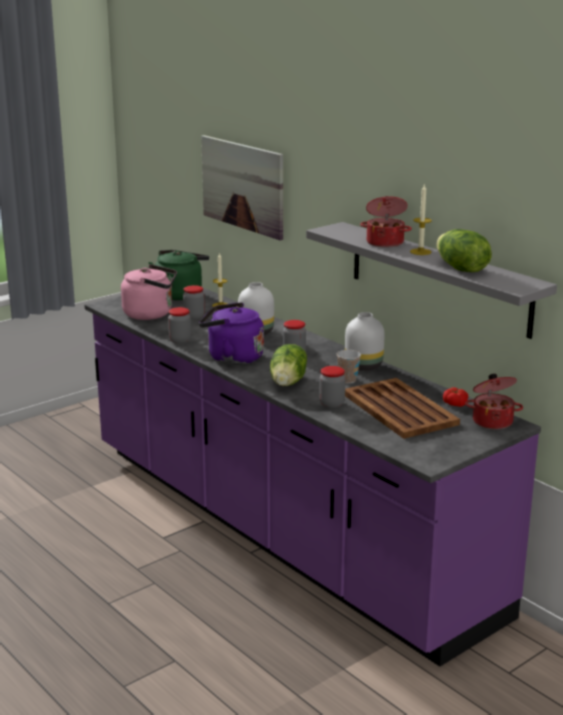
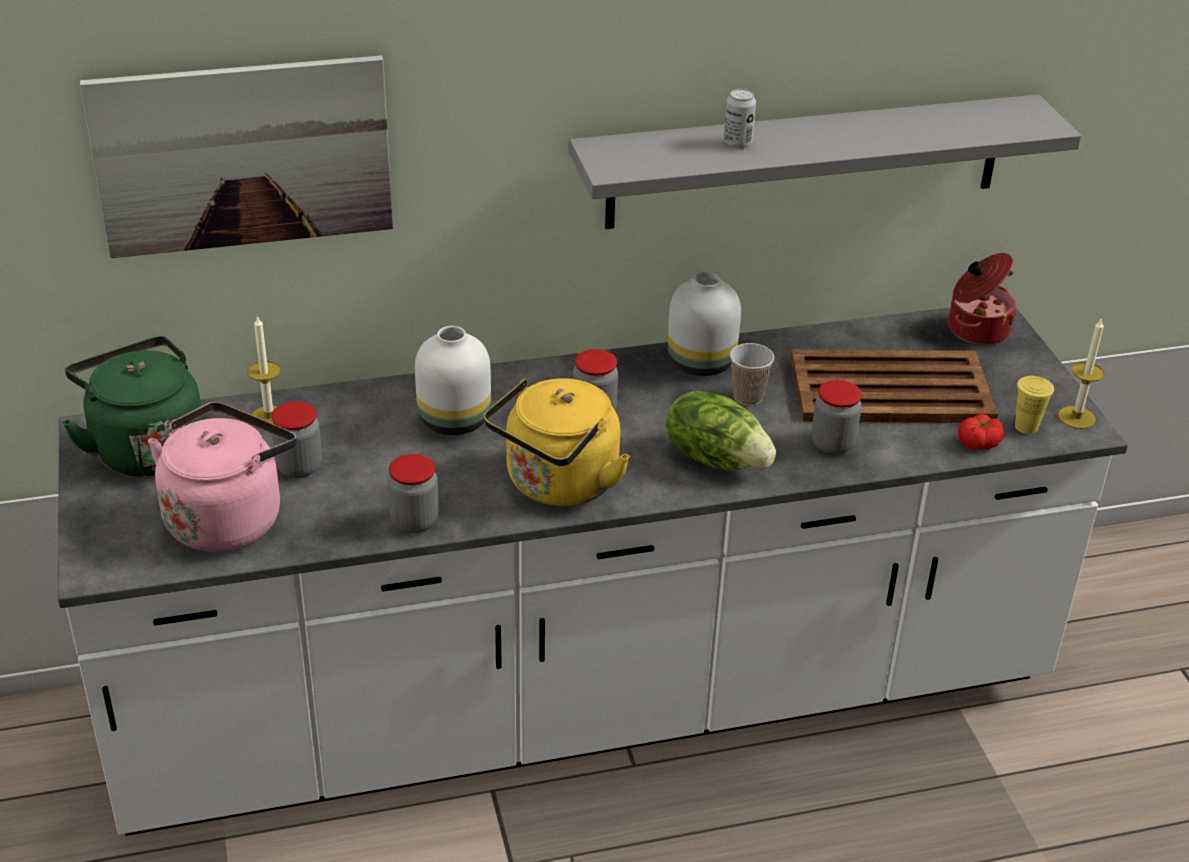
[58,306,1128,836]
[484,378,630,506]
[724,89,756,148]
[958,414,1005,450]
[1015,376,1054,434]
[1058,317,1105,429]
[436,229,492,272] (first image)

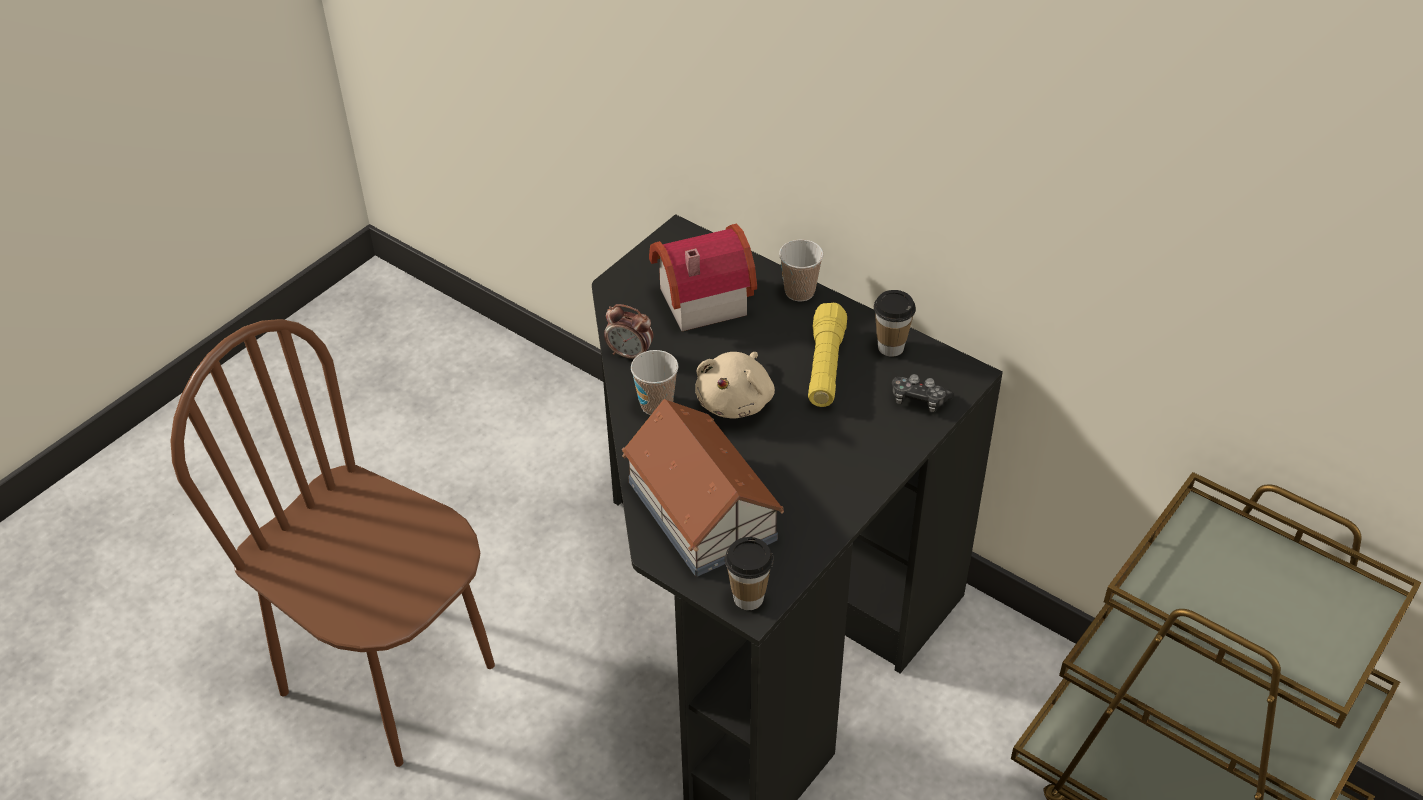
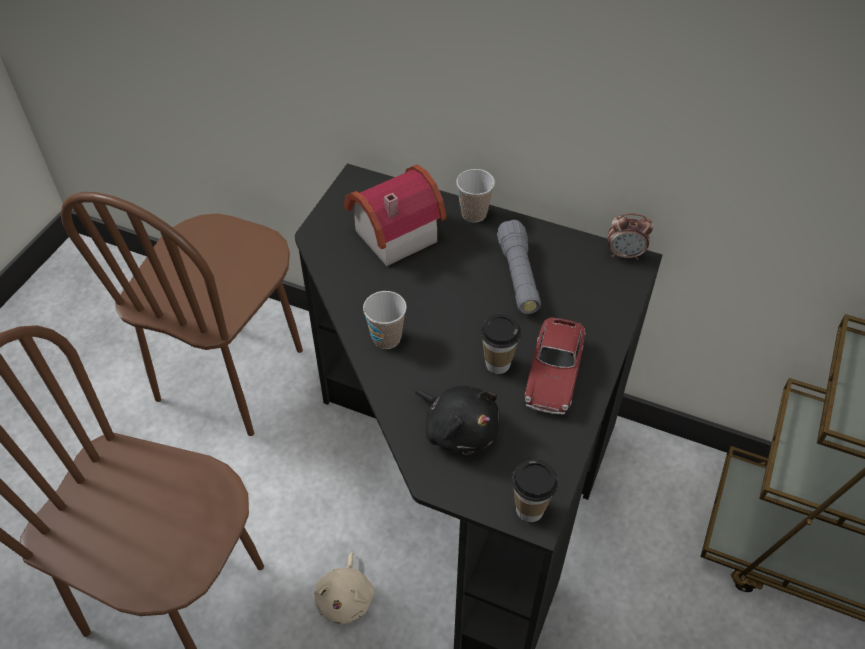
[60,192,303,436]
[314,552,374,624]
[415,386,500,456]
[480,314,521,374]
[497,220,541,314]
[524,318,585,415]
[608,213,654,260]
[892,374,954,412] (first image)

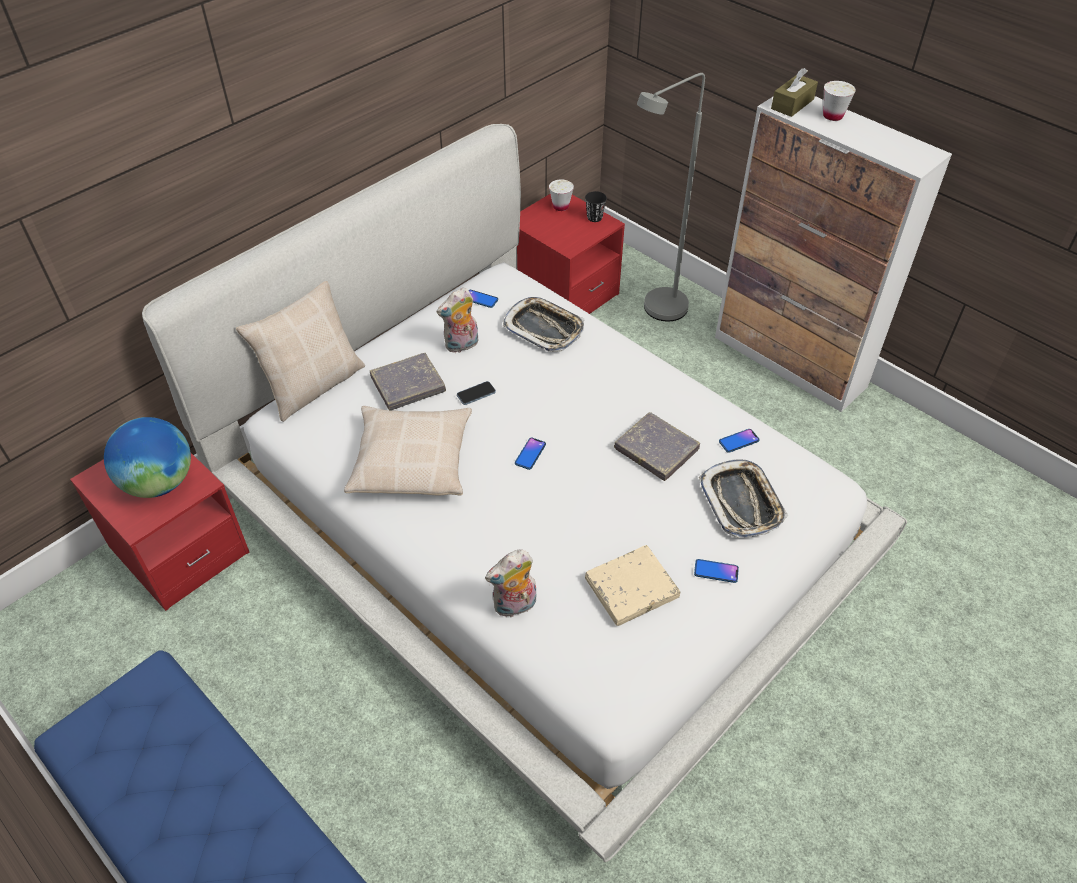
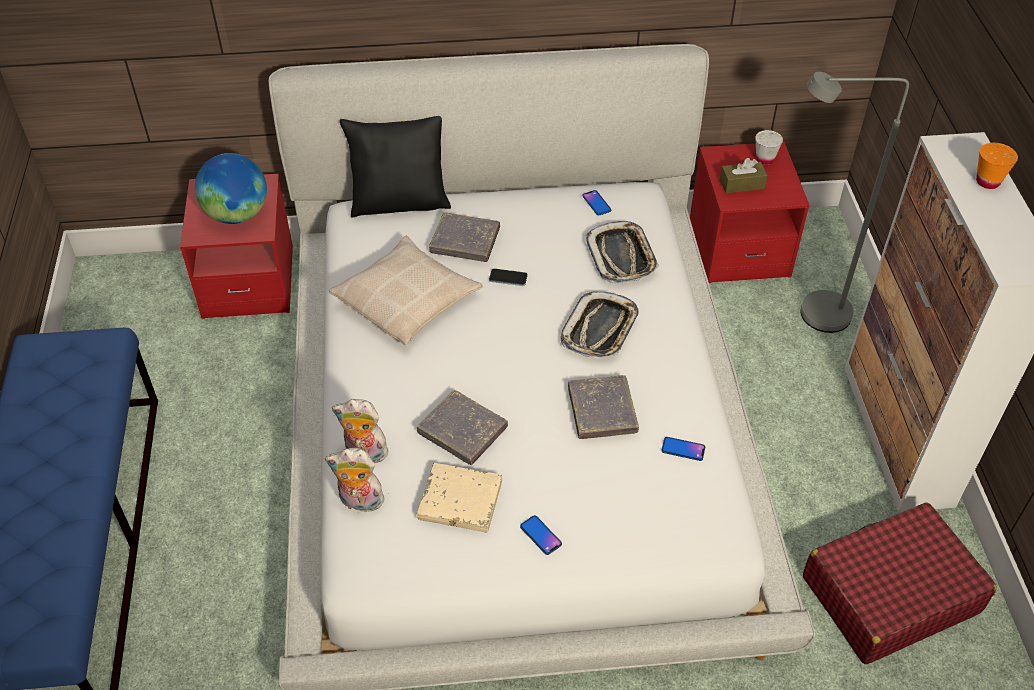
[325,448,387,512]
[340,116,451,218]
[417,389,508,465]
[560,291,639,358]
[720,158,768,193]
[803,503,997,664]
[976,143,1018,189]
[515,438,546,470] (first image)
[585,191,607,222] (first image)

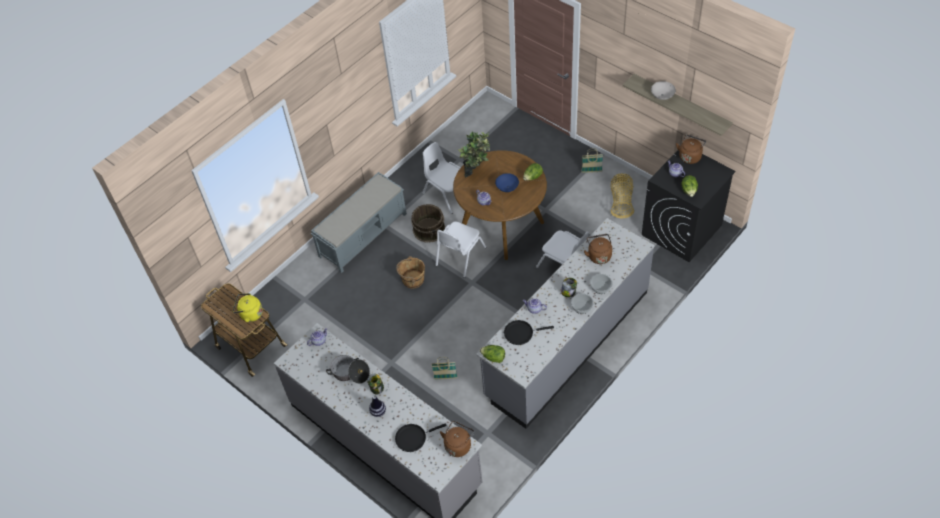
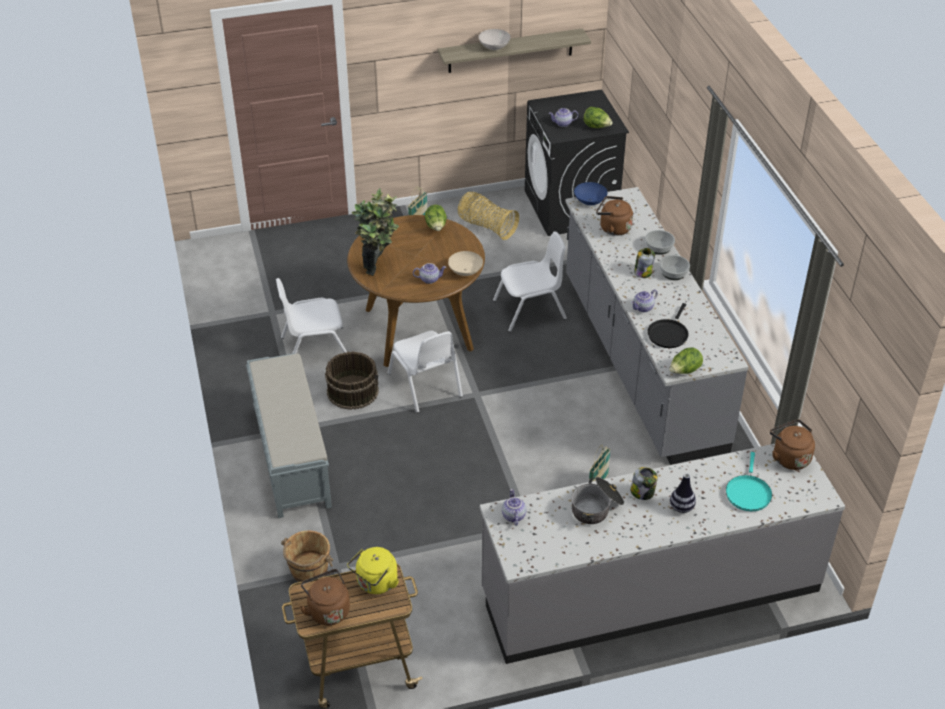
[281,530,333,582]
[300,569,350,625]
[448,251,483,276]
[574,182,608,205]
[726,452,772,511]

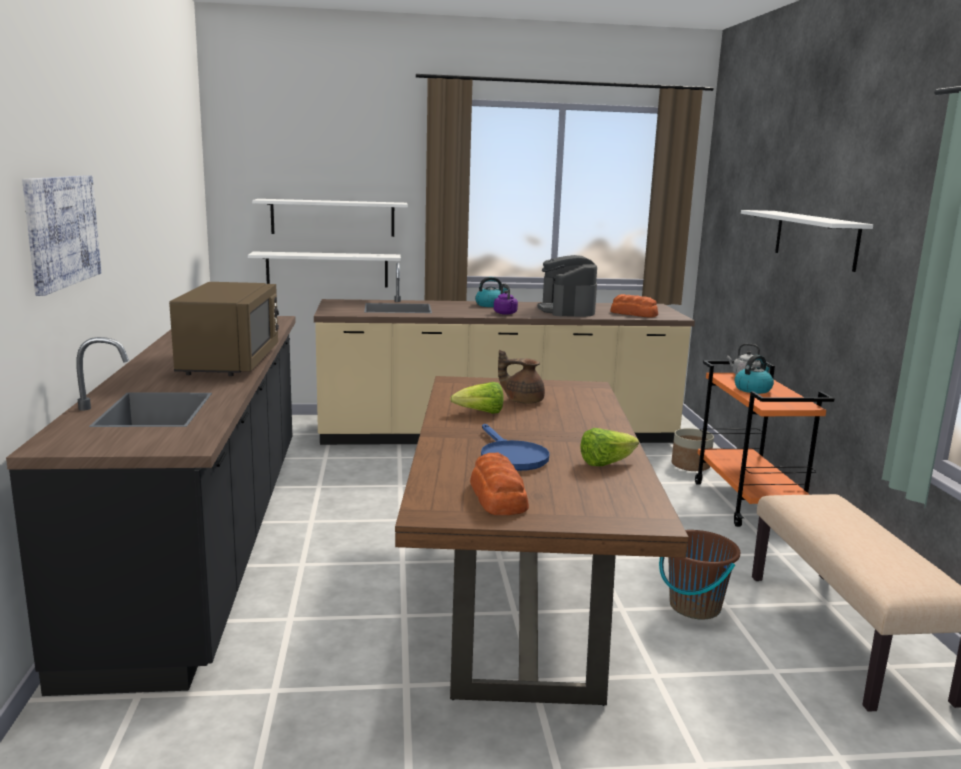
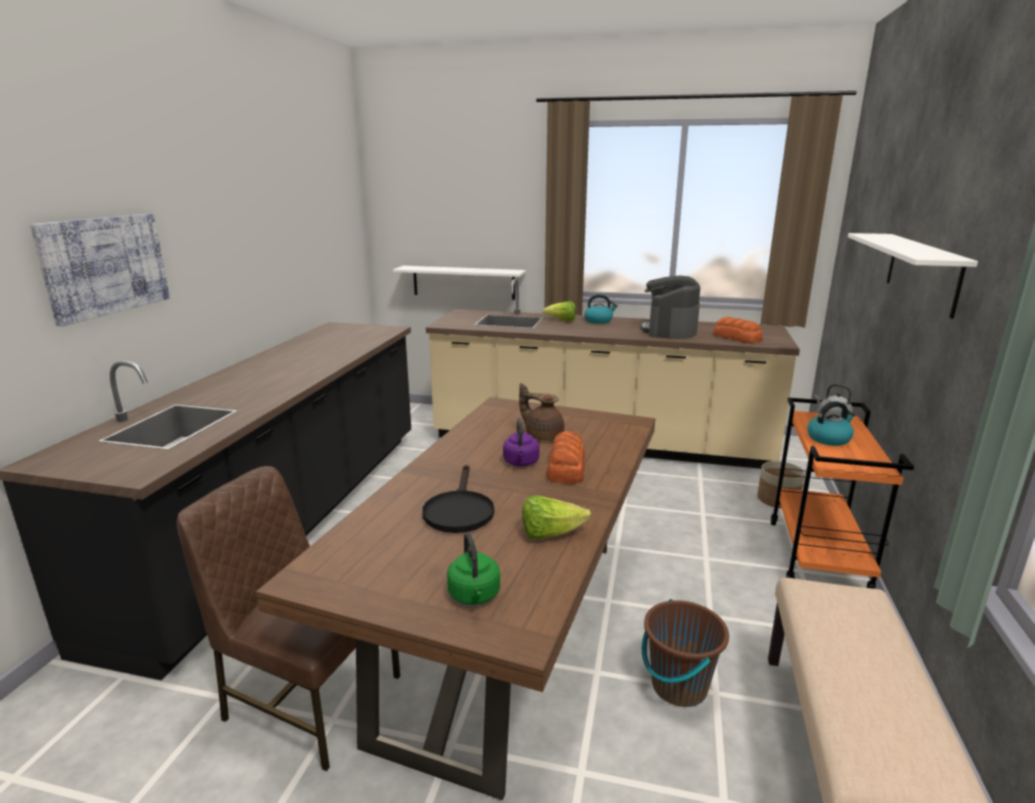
[177,466,400,771]
[422,465,494,533]
[447,533,500,605]
[503,418,540,466]
[543,301,576,321]
[547,431,585,484]
[169,282,279,376] (first image)
[252,199,408,237] (first image)

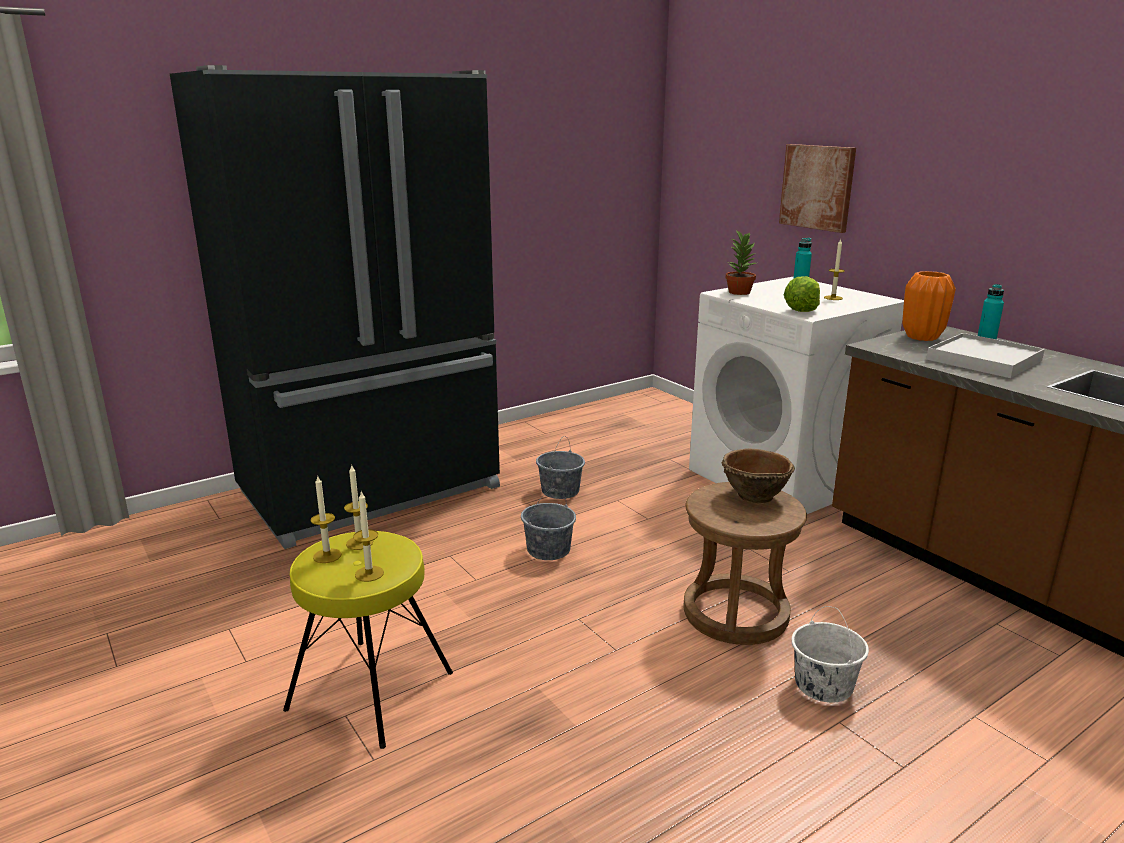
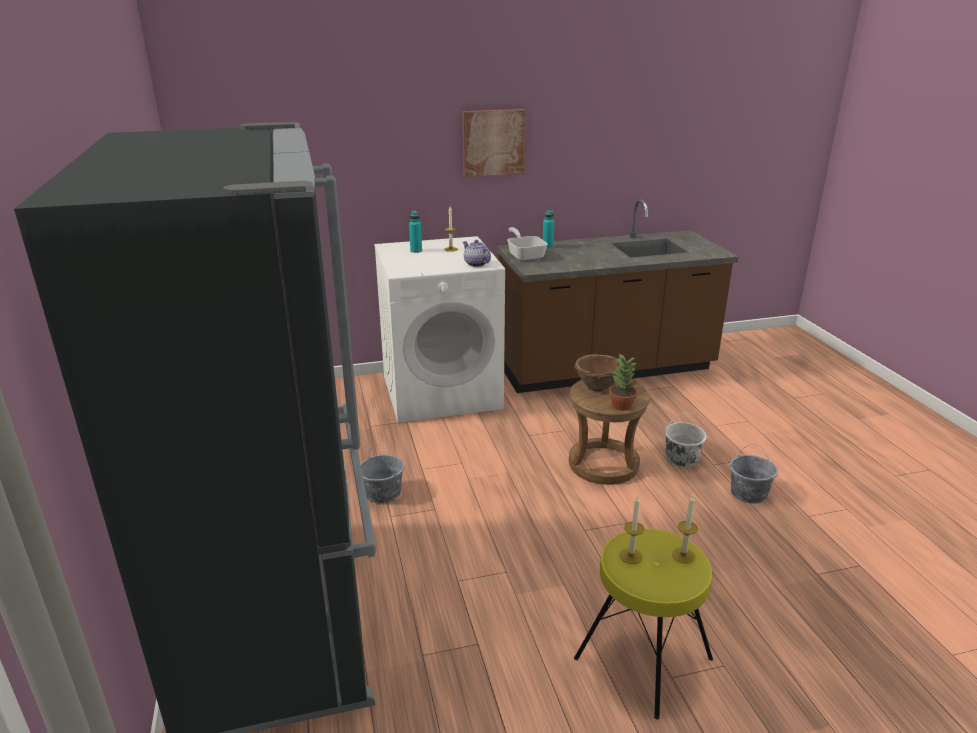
[463,109,526,177]
[463,240,491,267]
[507,227,548,261]
[609,353,637,411]
[730,445,778,504]
[311,476,342,563] (first image)
[926,333,1045,378] (first image)

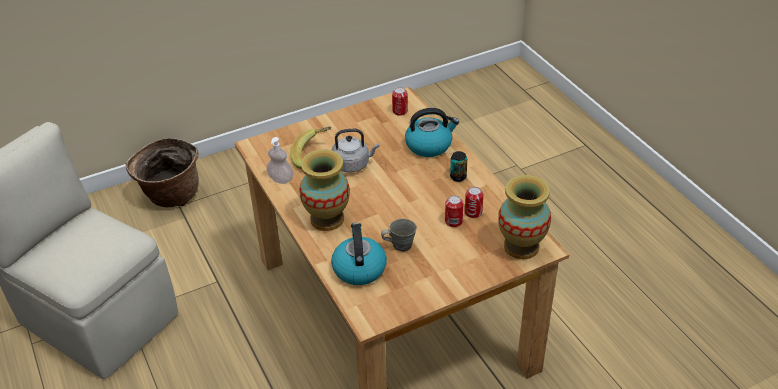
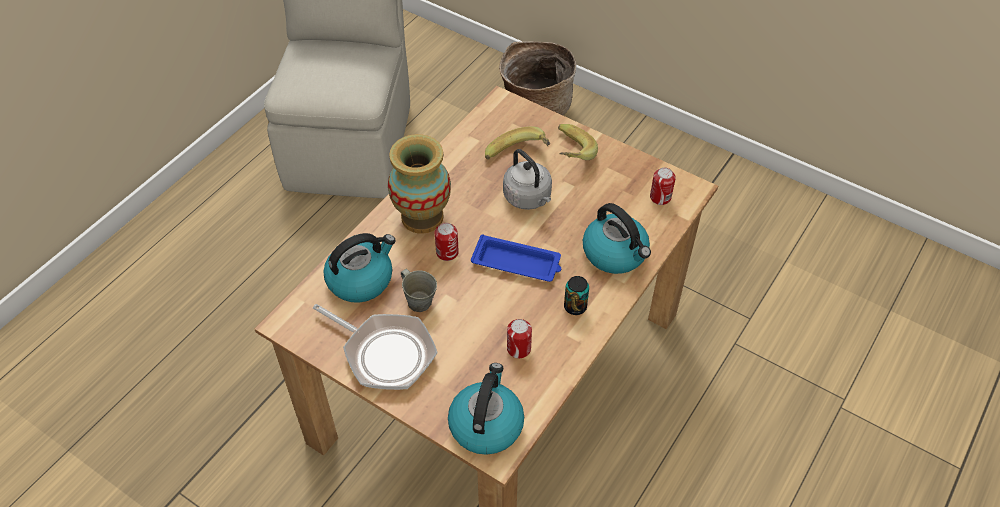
[313,304,438,390]
[435,223,459,261]
[448,363,524,455]
[471,234,561,282]
[558,124,598,160]
[267,137,293,184] (first image)

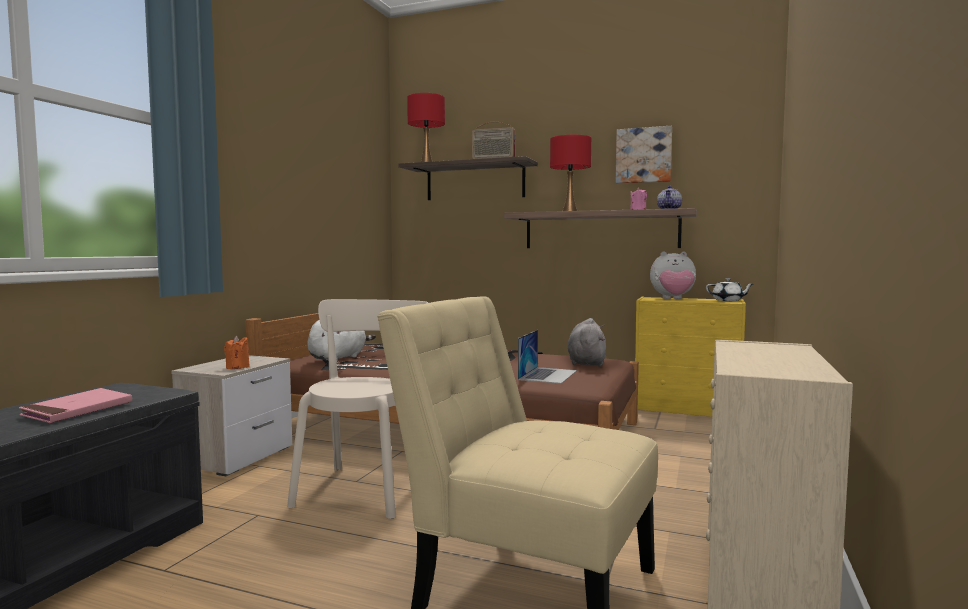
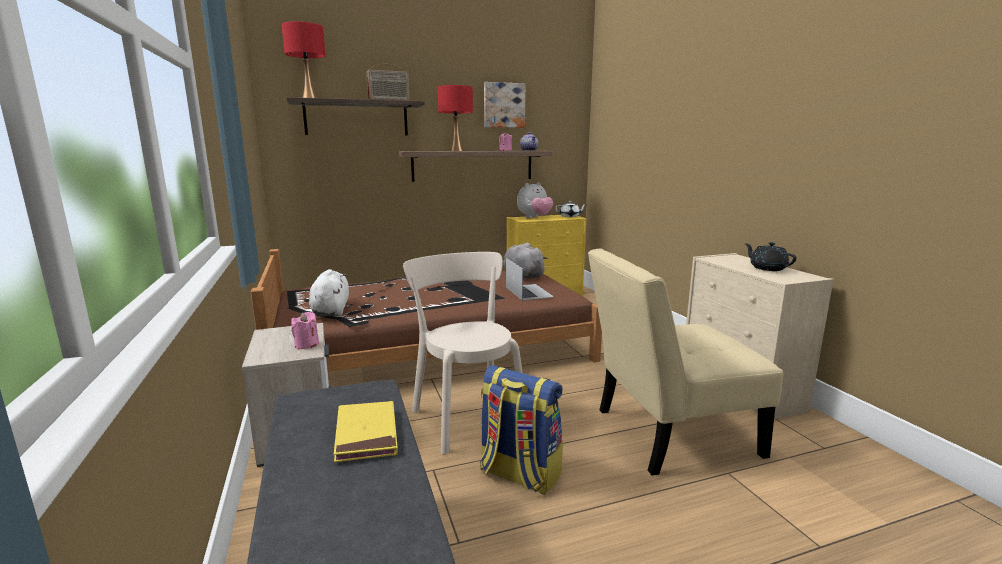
[291,312,319,349]
[334,401,398,462]
[480,365,563,495]
[744,242,797,271]

